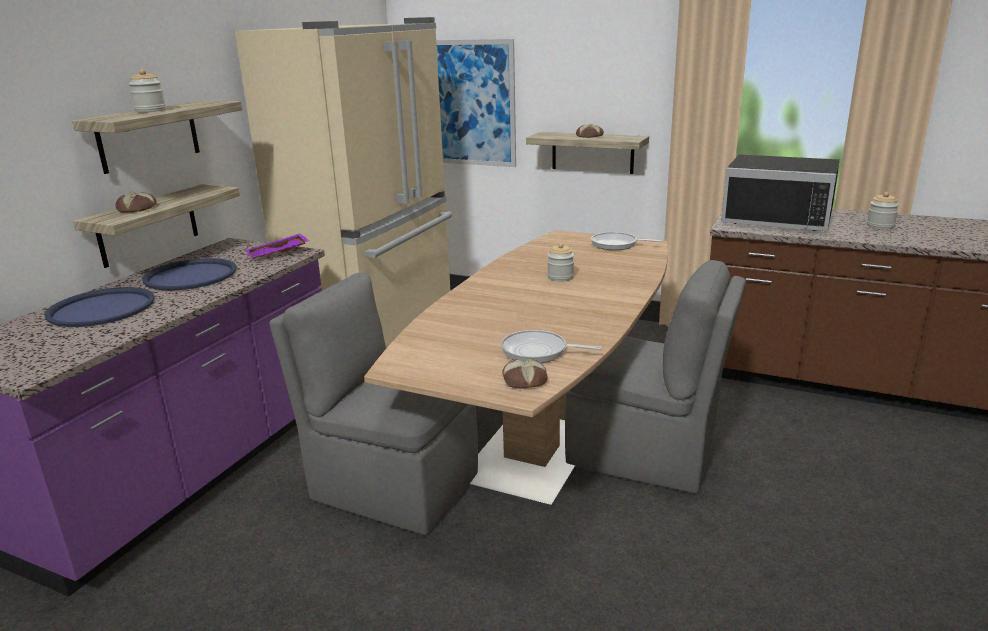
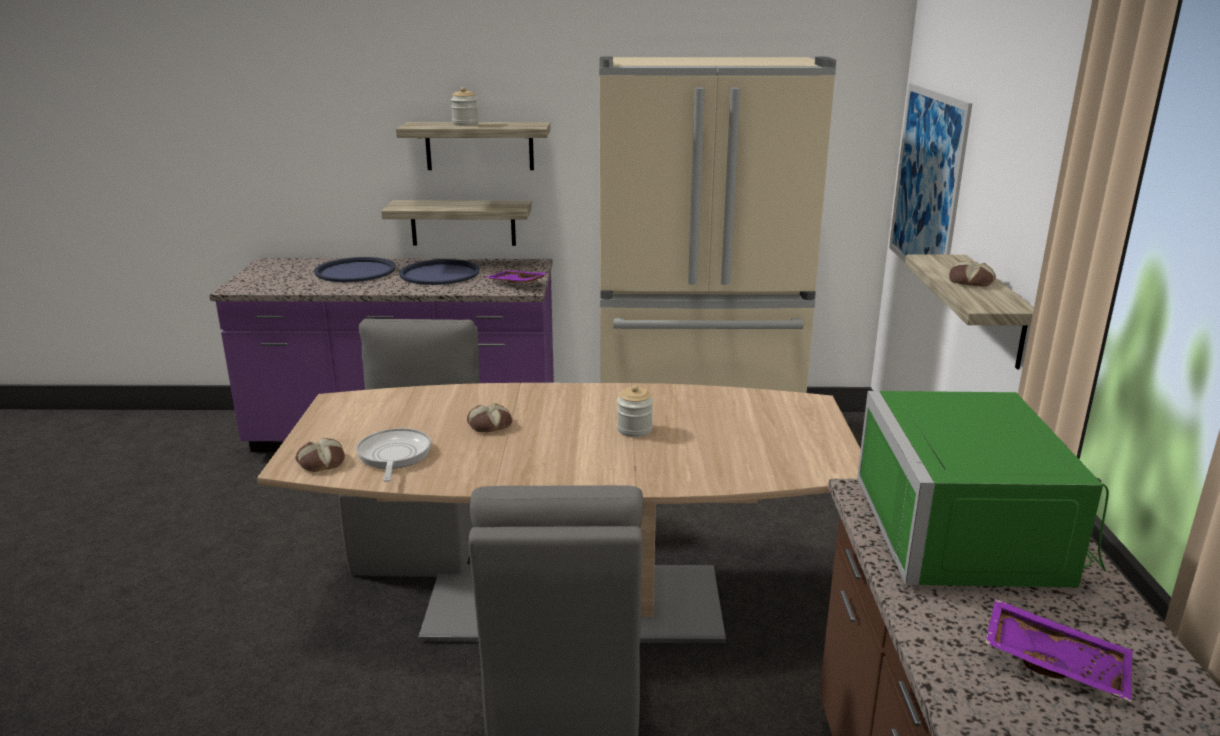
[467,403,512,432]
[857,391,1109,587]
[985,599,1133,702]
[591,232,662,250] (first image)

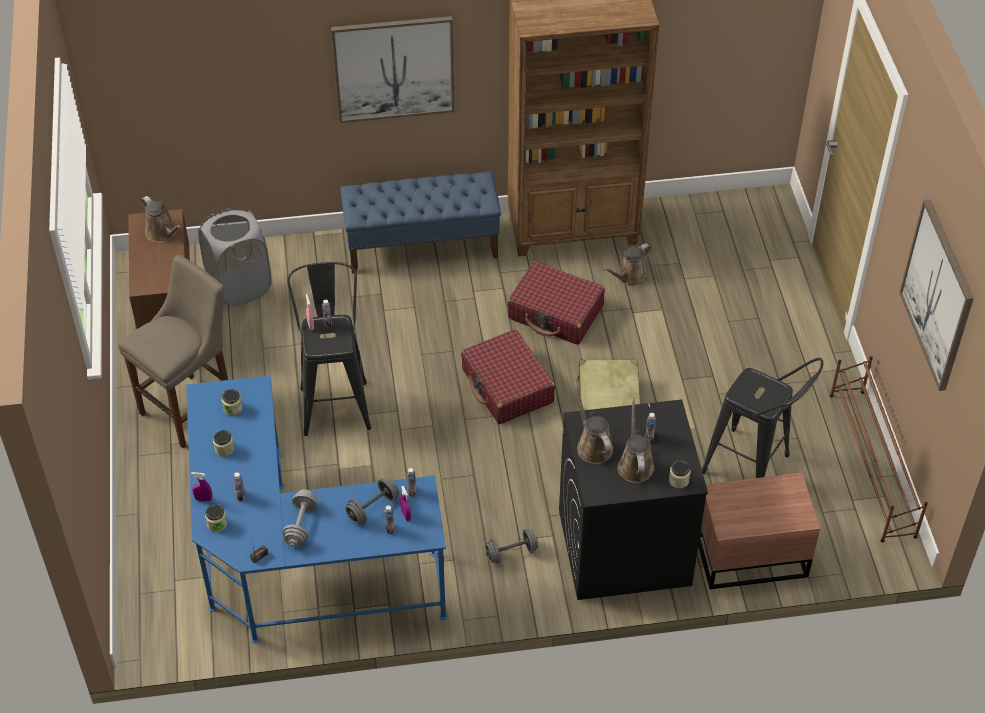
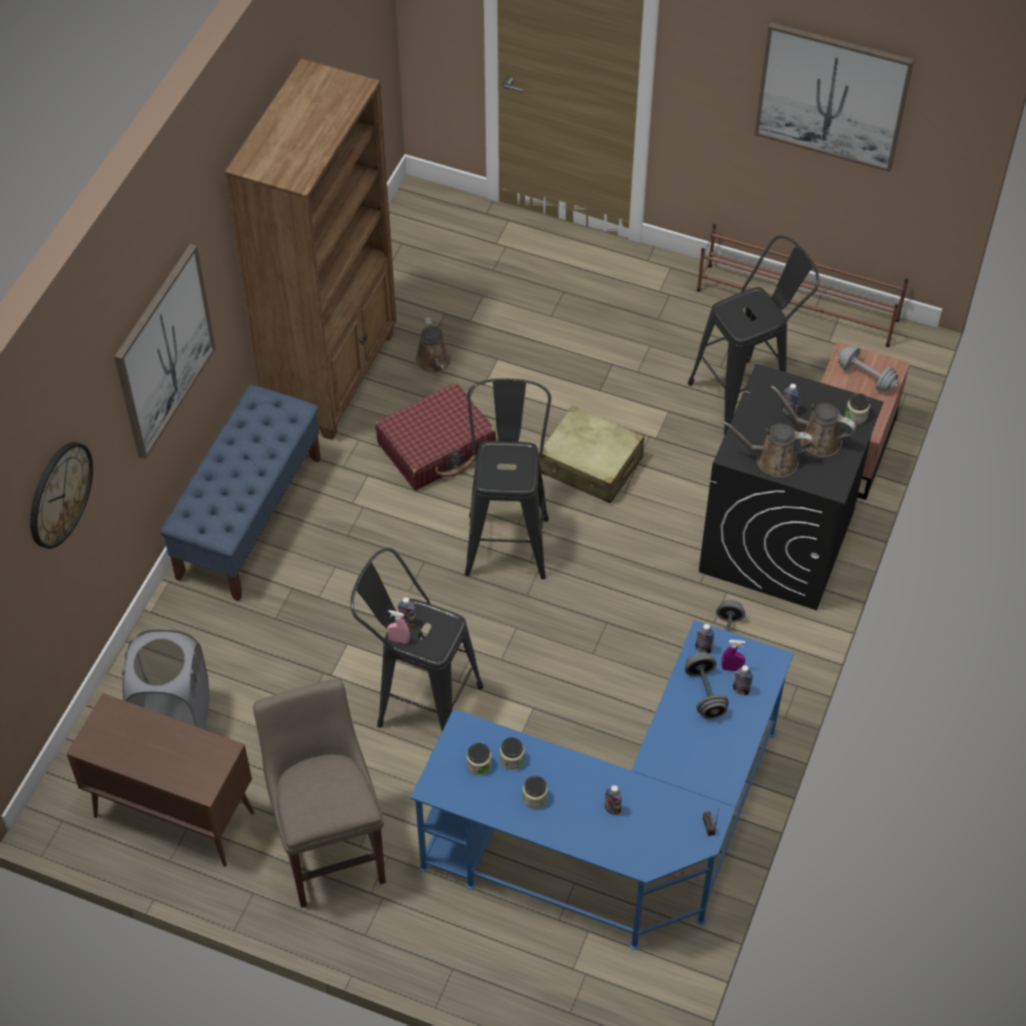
[30,442,93,549]
[465,378,551,579]
[500,737,524,770]
[838,346,899,392]
[141,196,181,242] (first image)
[191,472,212,501] (first image)

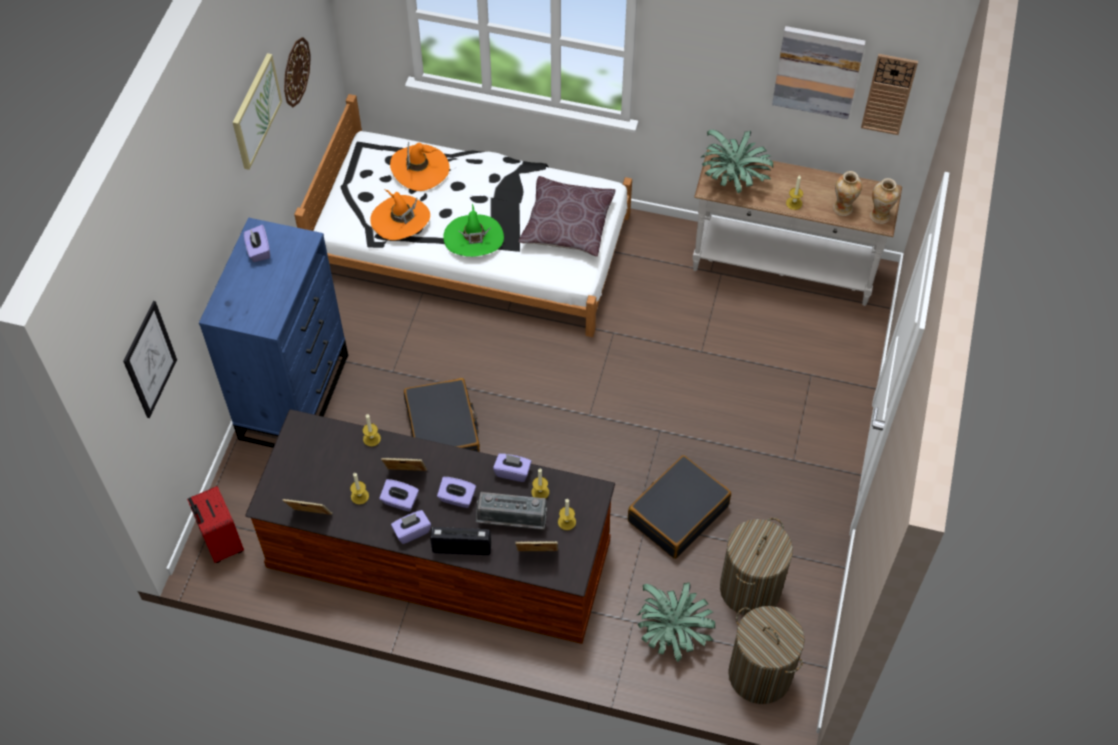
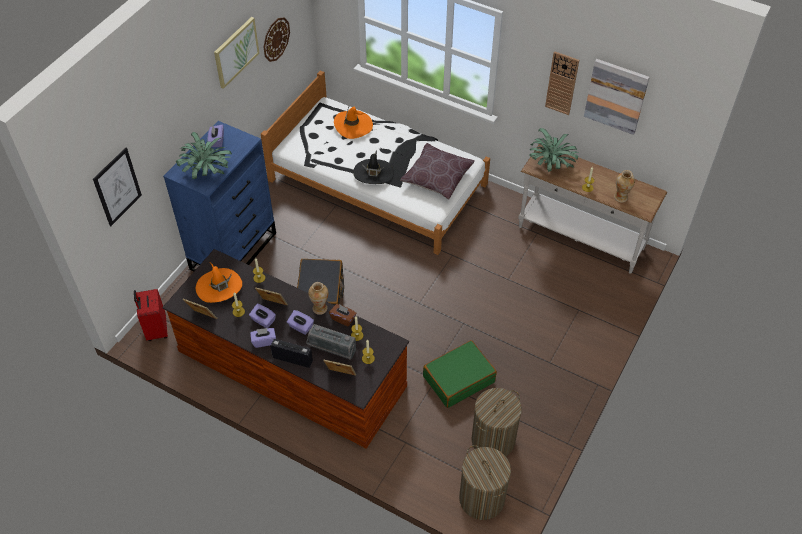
[176,132,232,179]
[196,263,242,303]
[308,282,328,315]
[329,304,356,326]
[353,150,394,184]
[423,340,497,408]
[545,51,579,115]

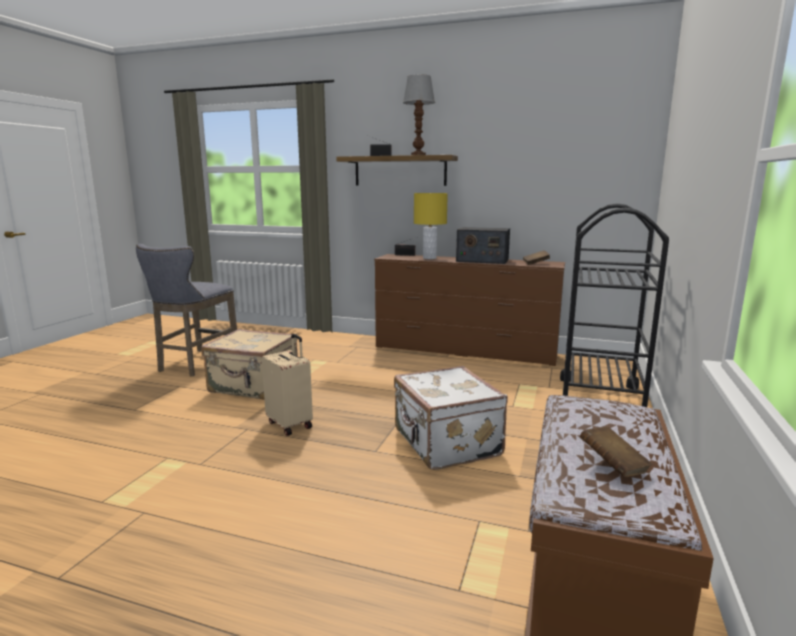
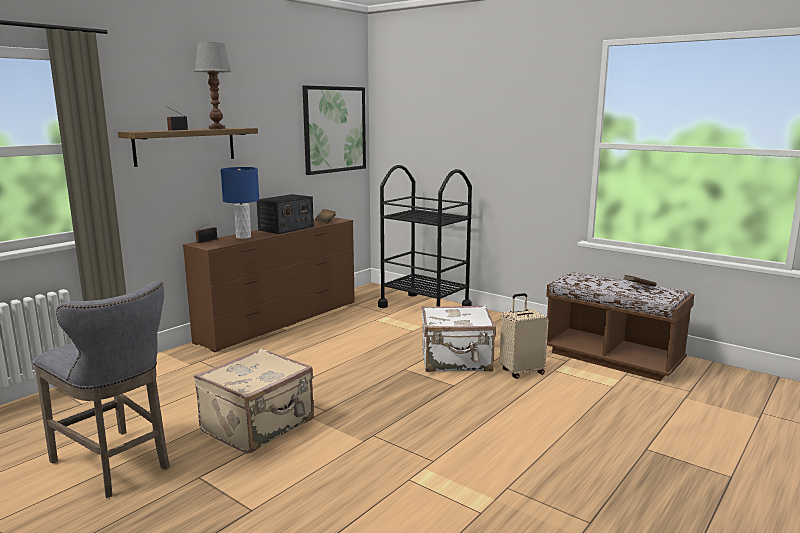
[220,167,259,239]
[302,86,366,175]
[499,293,548,379]

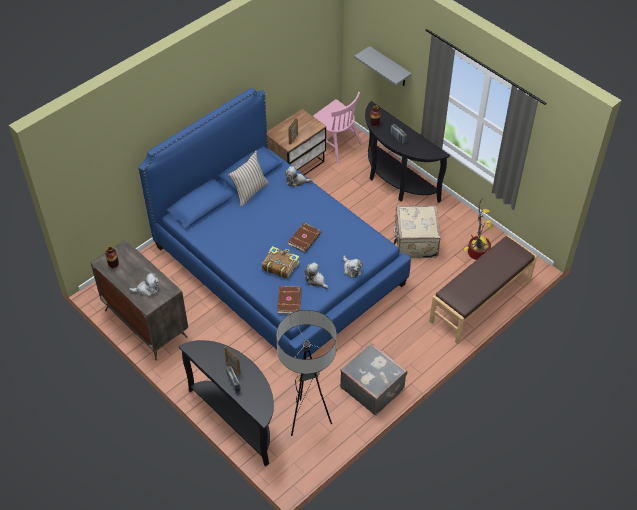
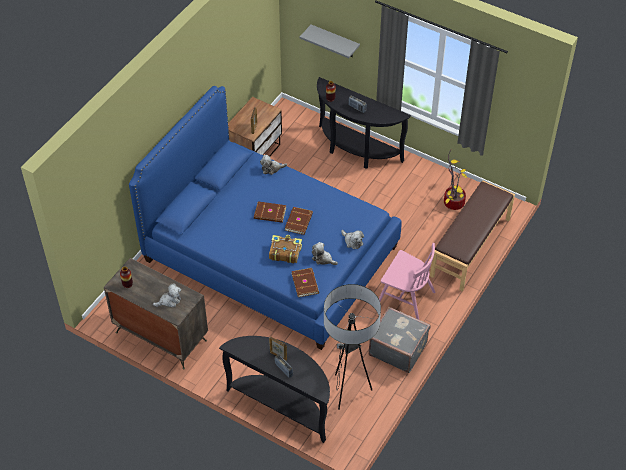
[254,201,286,223]
[379,243,436,320]
[228,150,269,207] (first image)
[394,205,441,258] (first image)

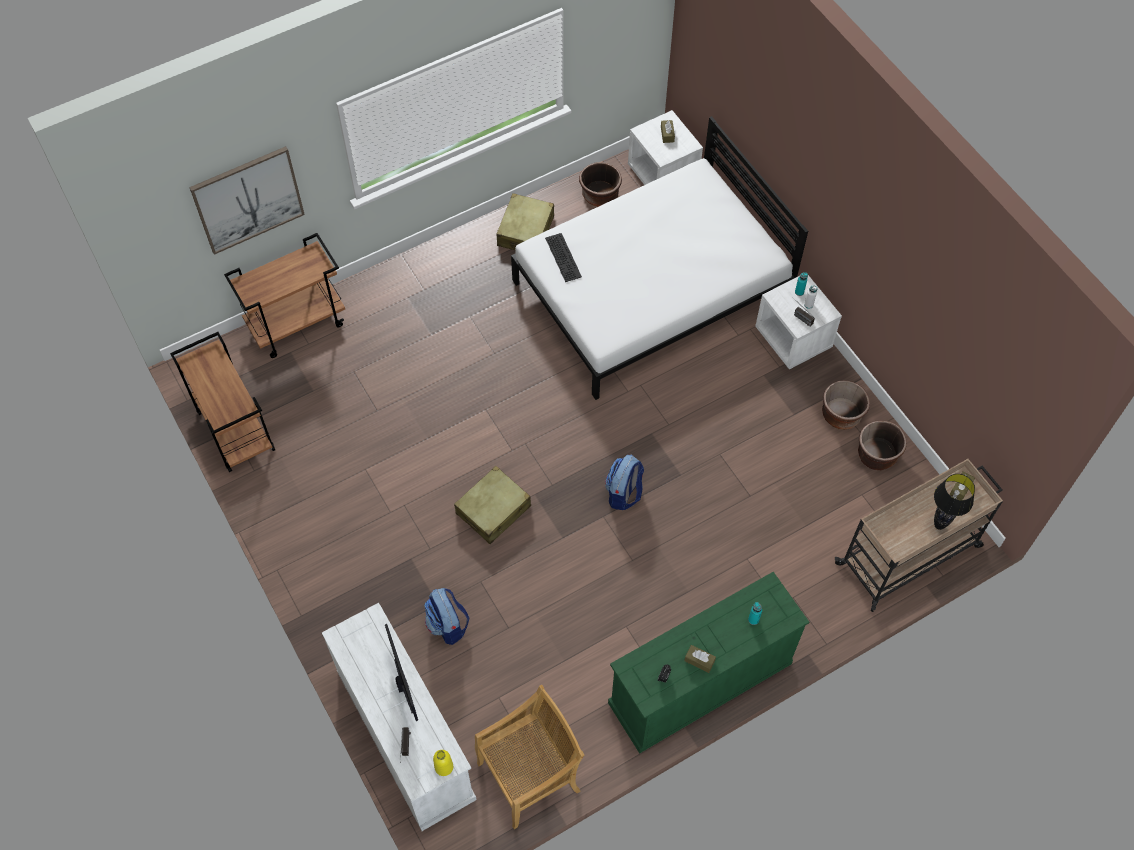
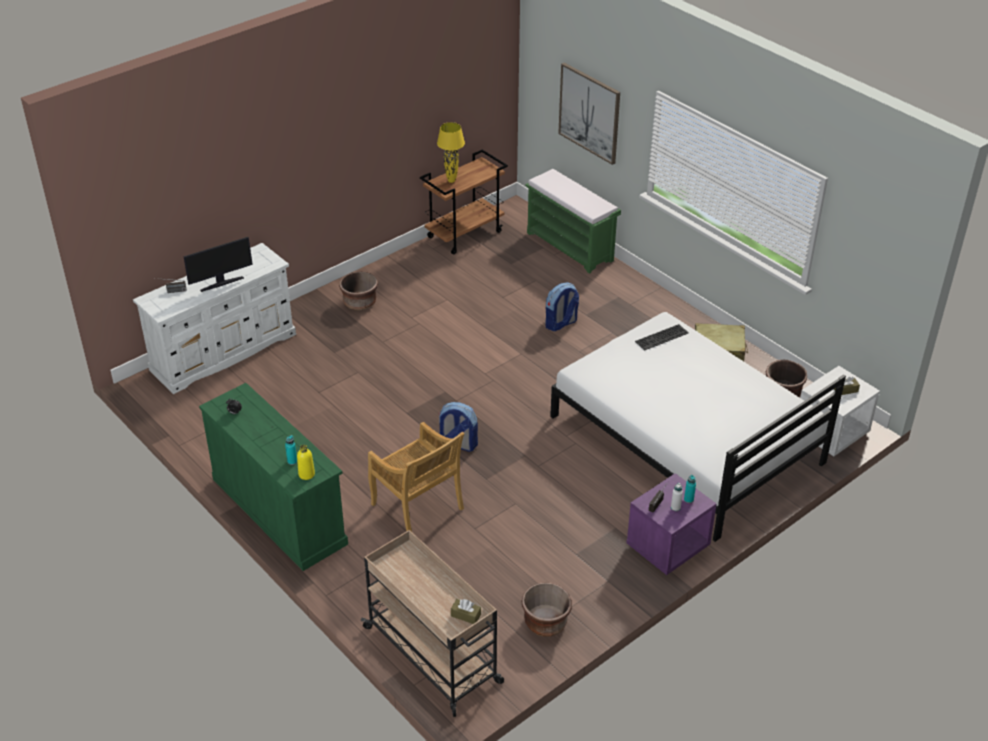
[297,445,315,480]
[339,272,378,311]
[368,422,464,532]
[437,122,465,183]
[525,169,621,274]
[546,283,579,331]
[626,473,716,575]
[454,466,531,544] (first image)
[684,645,716,673] (first image)
[934,474,975,530] (first image)

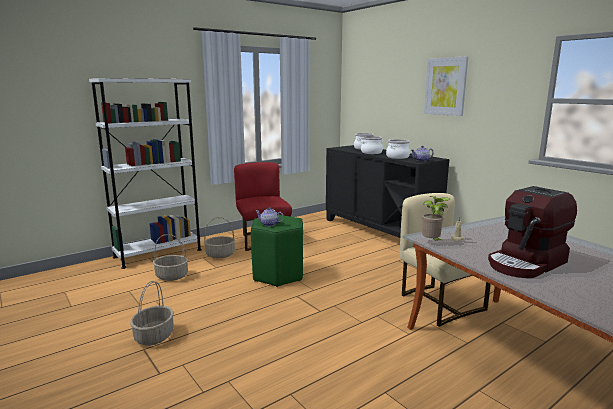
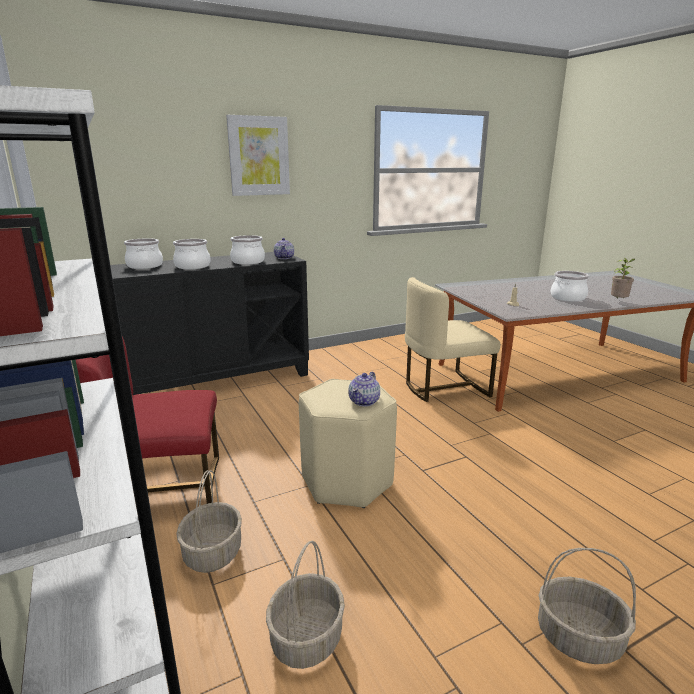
[299,379,397,508]
[551,271,589,302]
[611,258,635,299]

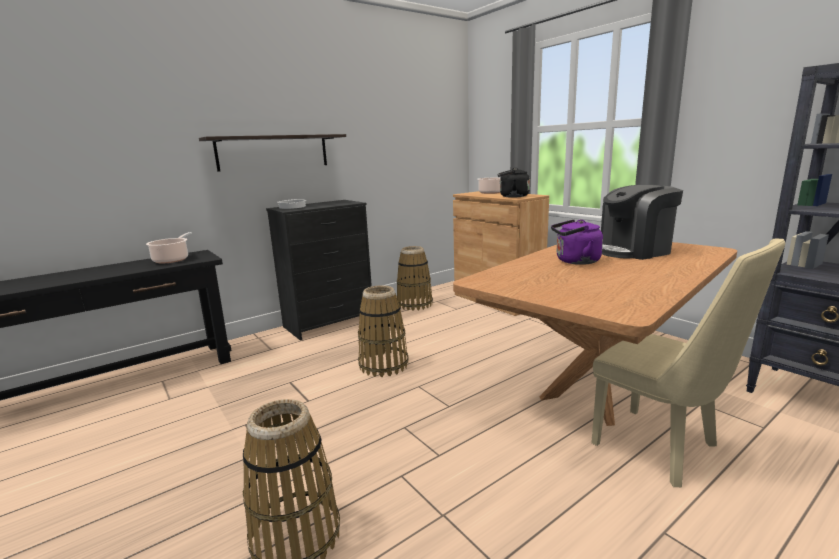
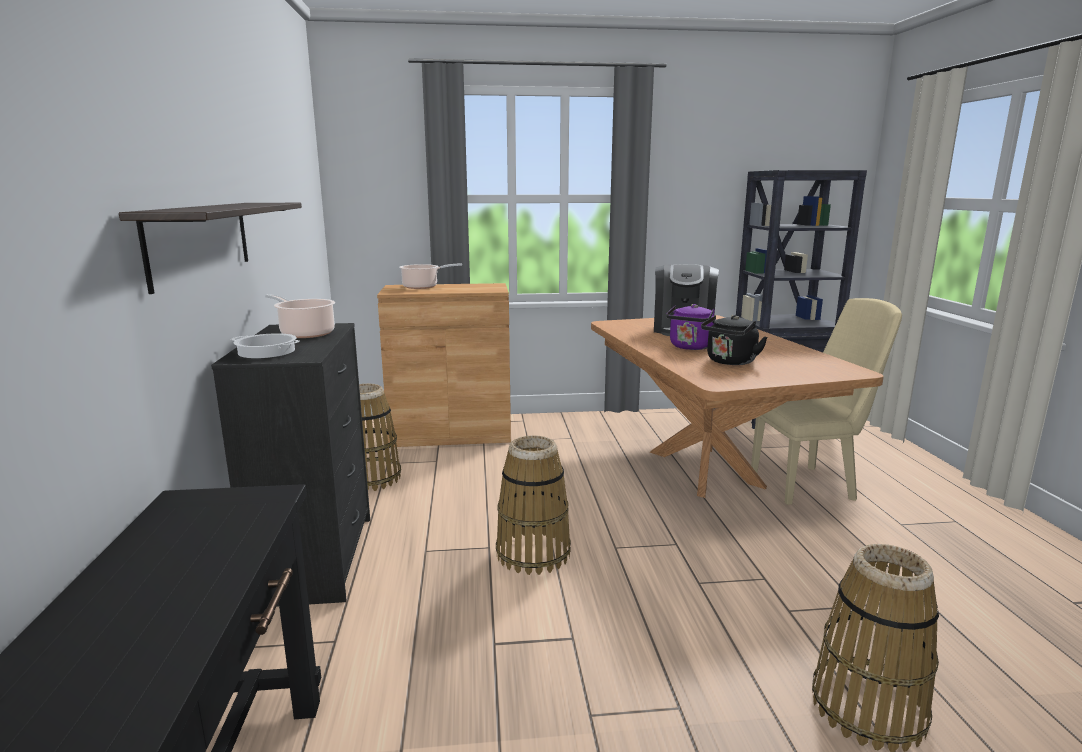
[265,294,335,338]
[701,315,768,365]

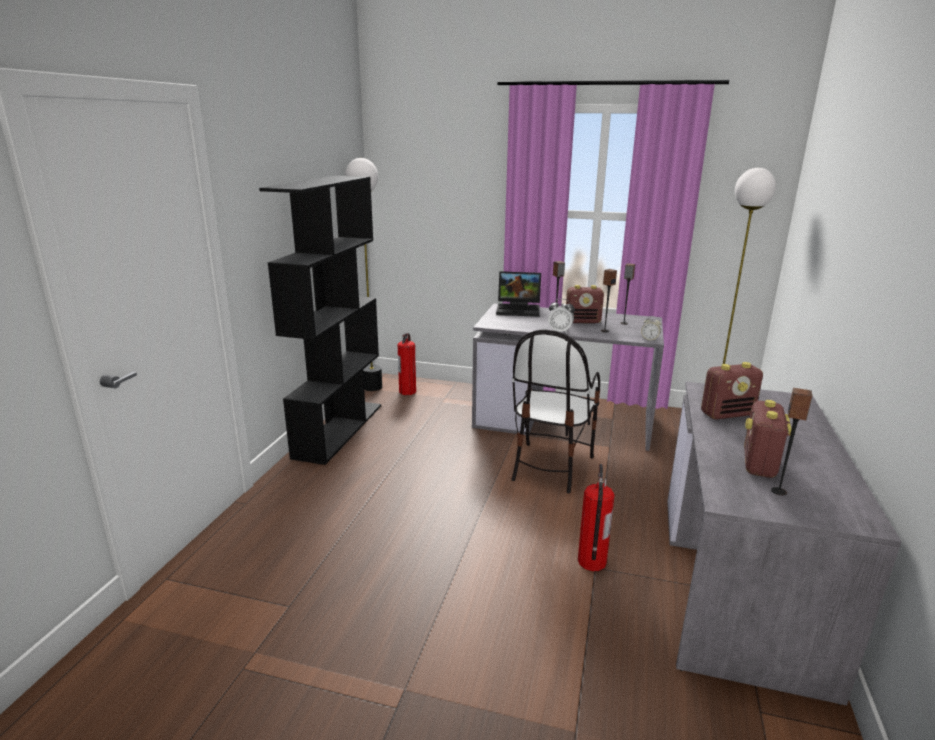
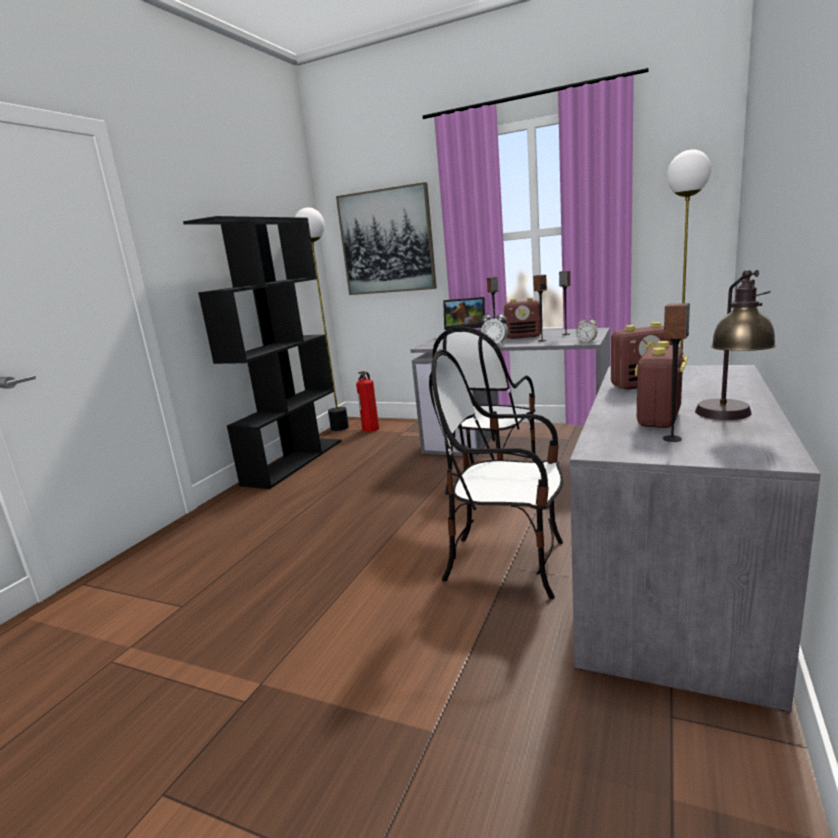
[336,182,437,295]
[429,349,563,599]
[695,270,776,420]

